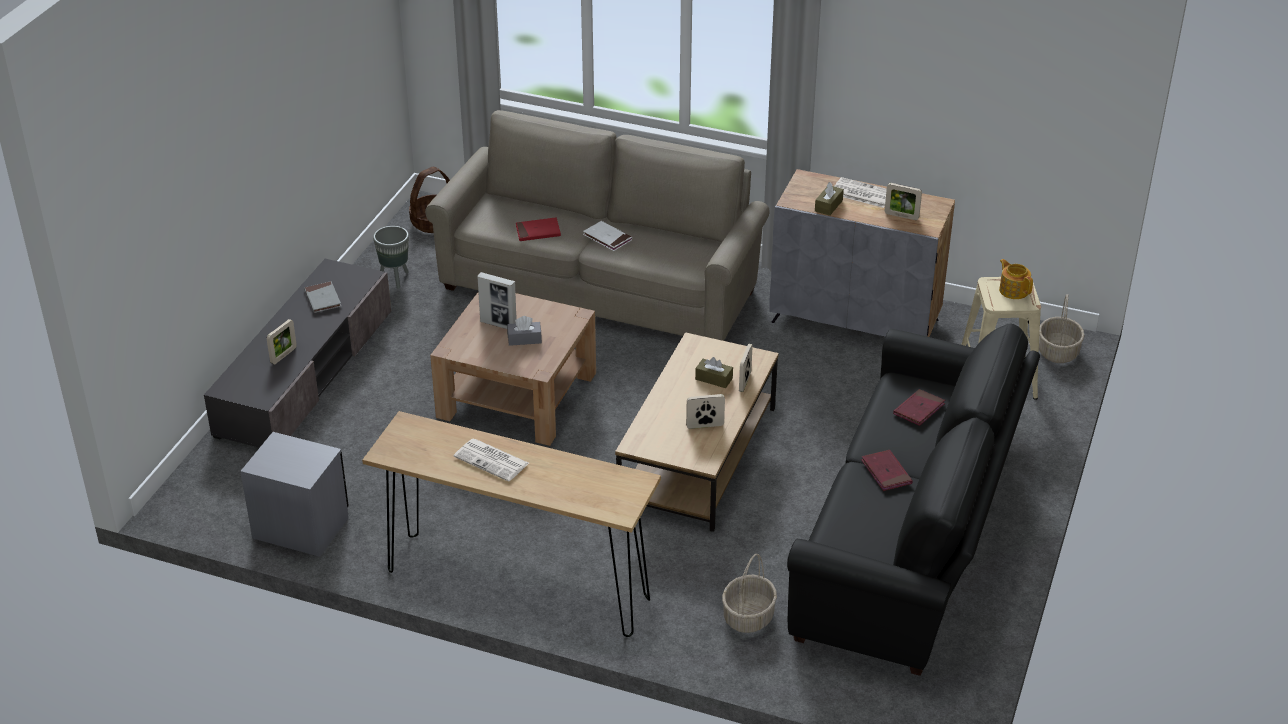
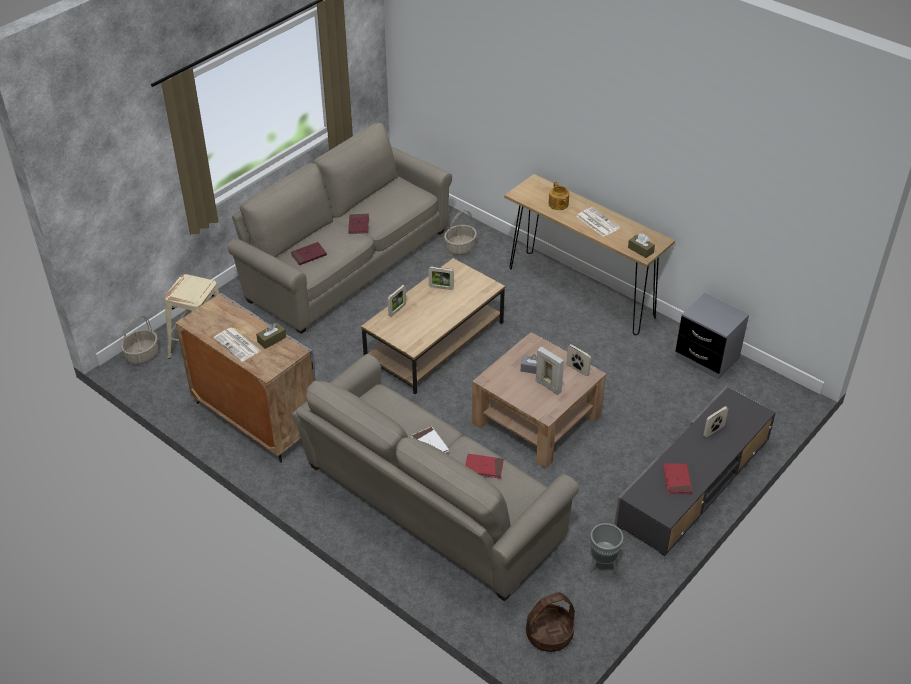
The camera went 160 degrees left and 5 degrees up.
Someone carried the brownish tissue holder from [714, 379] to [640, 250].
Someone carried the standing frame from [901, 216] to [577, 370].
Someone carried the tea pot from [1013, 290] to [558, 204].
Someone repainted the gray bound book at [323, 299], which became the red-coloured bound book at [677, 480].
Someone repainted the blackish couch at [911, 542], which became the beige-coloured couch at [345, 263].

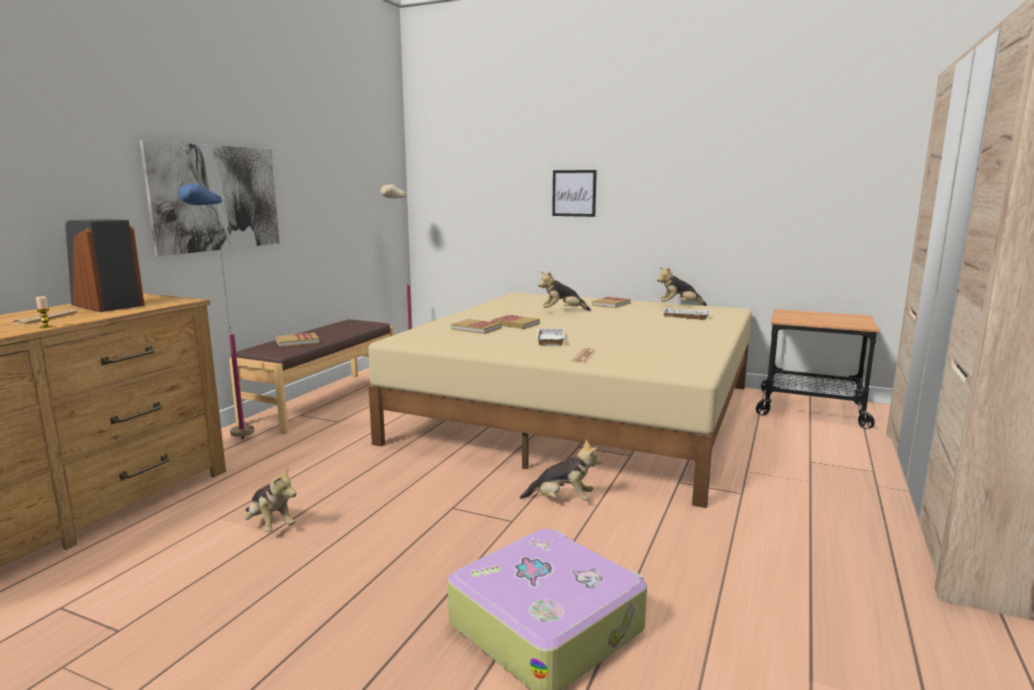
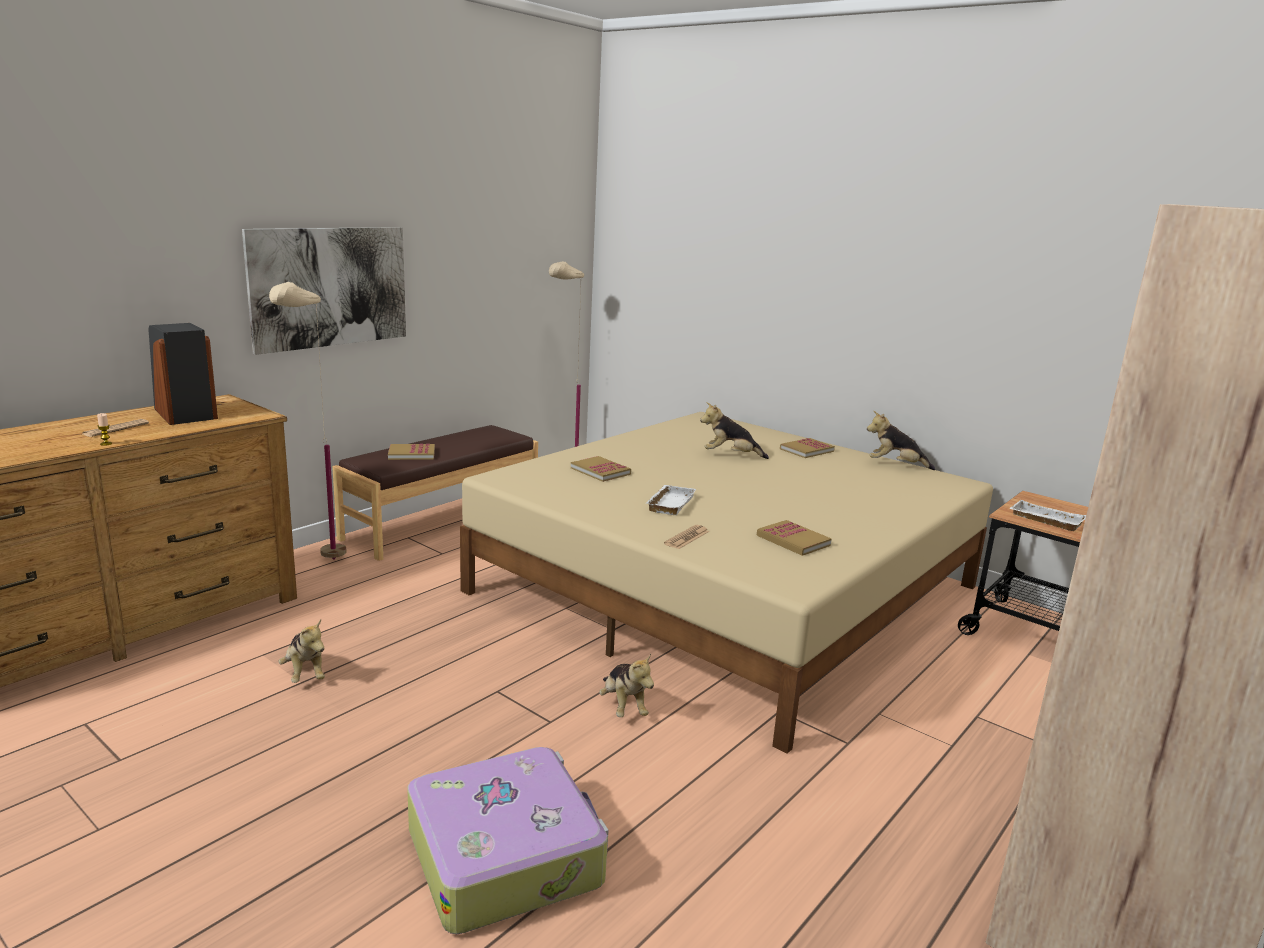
The camera went 15 degrees right and 5 degrees up.
Someone took away the wall picture at [574, 193].
Someone carried the bound book from [515, 324] to [793, 540].
Someone carried the whitish tray from [684, 317] to [1044, 520].
Someone repainted the bluish standing lamp at [233, 446], which became the beige-coloured standing lamp at [320, 567].
Someone rotated the plush toy at [562, 500] by 45 degrees clockwise.

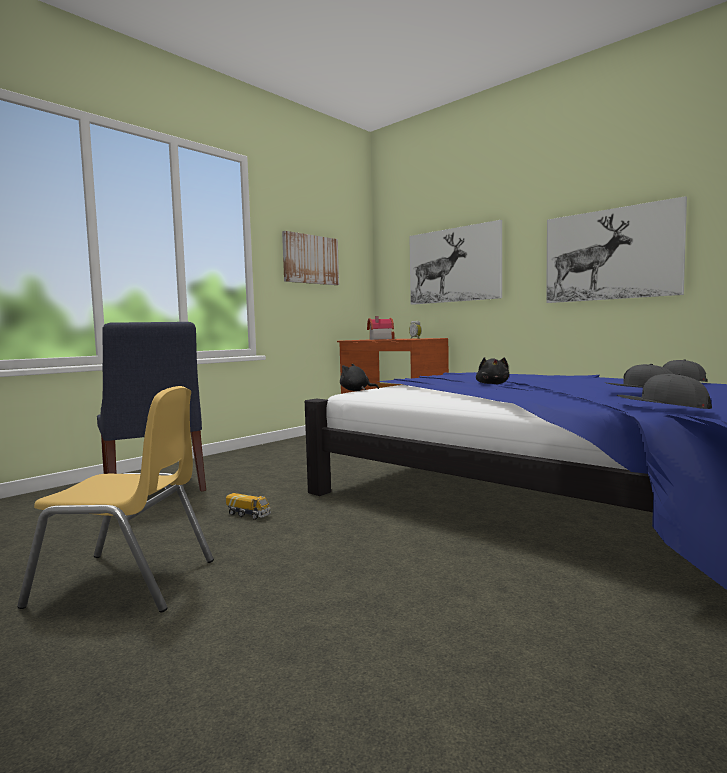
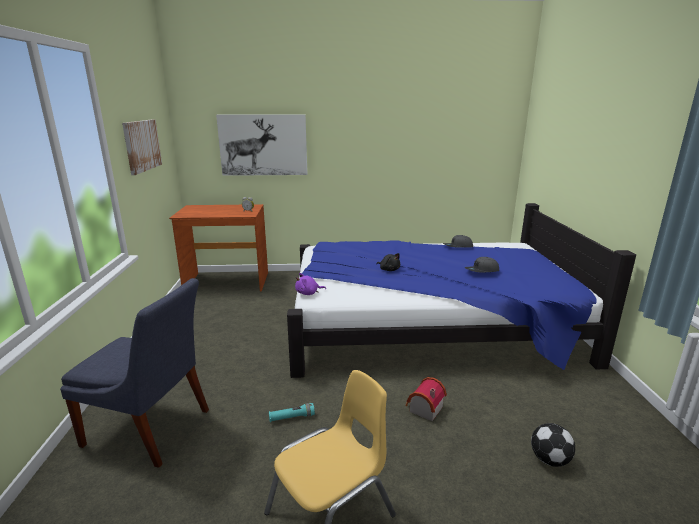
The camera went 45 degrees left and 15 degrees up.
Someone took away the wall picture at [611, 254].
Someone took away the gray cap at [662, 407].
Someone put down the ball for football at [548, 459].
Someone carried the toy house from [379, 339] to [423, 409].
Someone swapped the toy truck at [248, 515] for the turquoise hand torch at [291, 417].
Someone repainted the blackish plush toy at [356, 390], which became the purple-coloured plush toy at [308, 293].

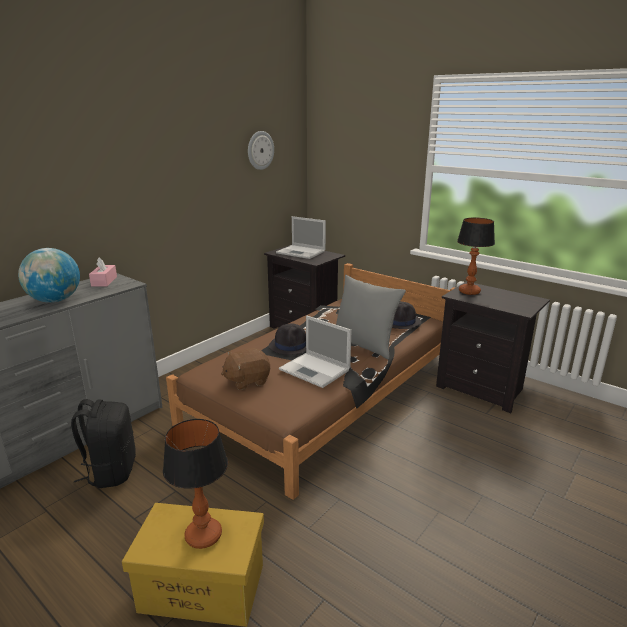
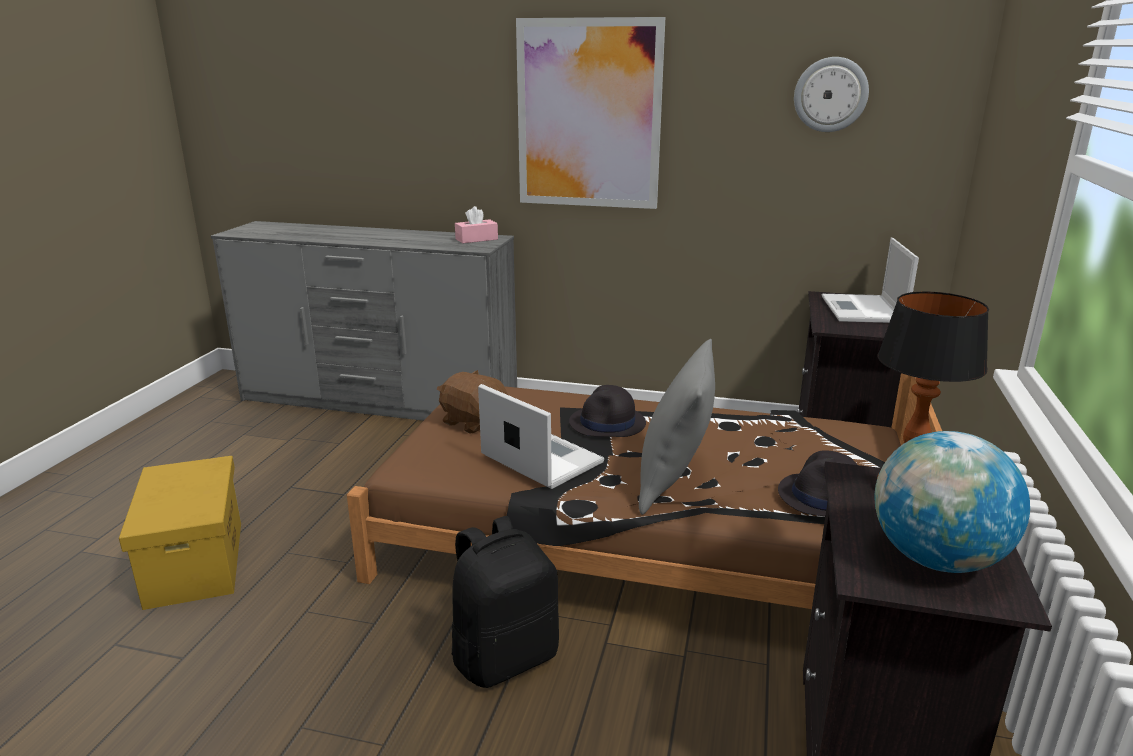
The camera went 65 degrees right and 0 degrees up.
Someone took away the table lamp at [204, 536].
Someone put up the wall picture at [588, 115].
Someone carried the desk globe from [55, 300] to [936, 559].
Someone carried the blackish knapsack from [111, 471] to [505, 657].
Someone rotated the portable computer at [315, 370] by 120 degrees clockwise.

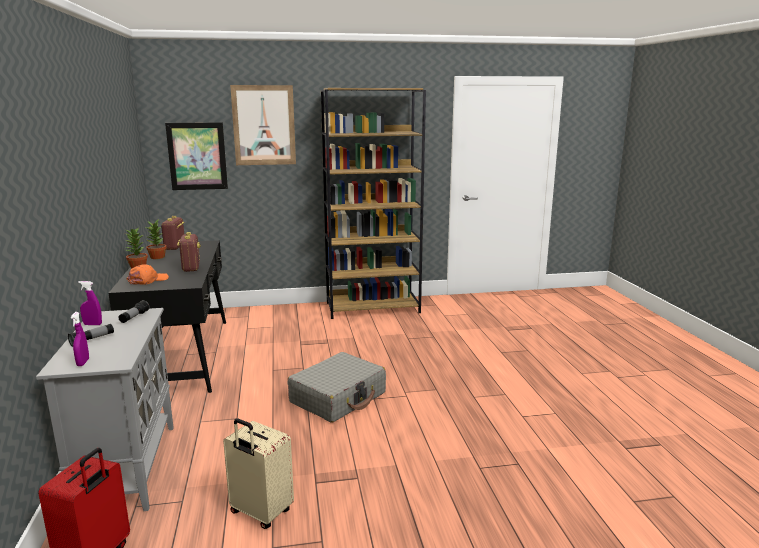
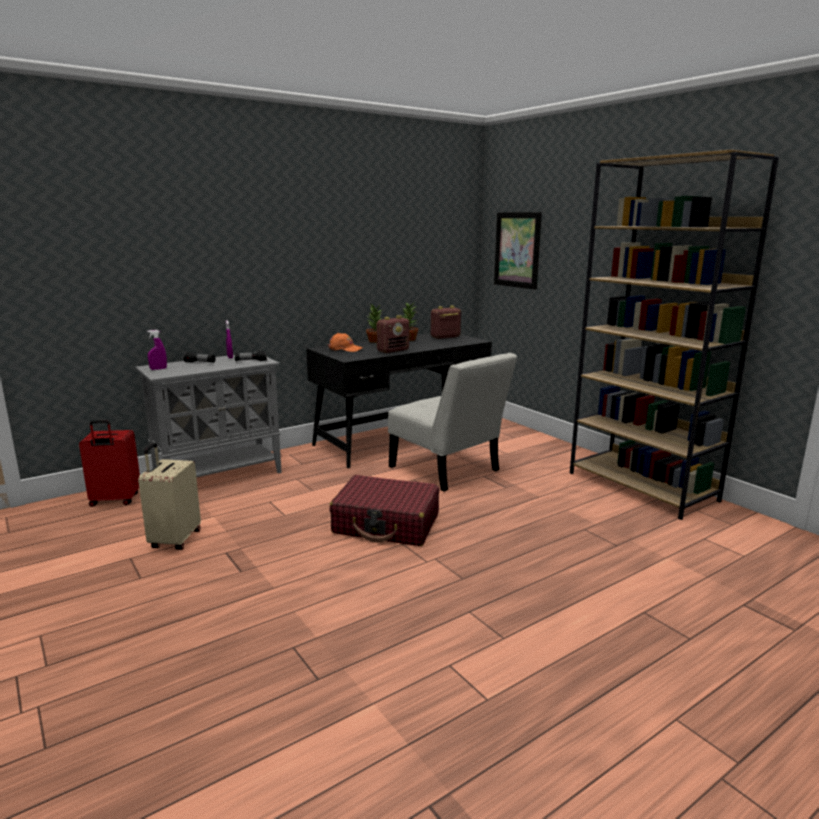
The camera went 65 degrees right and 0 degrees up.
Someone took away the wall picture at [264, 125].
Someone put down the whitish plain chair at [448, 471].
Someone repainted the gray travel case at [338, 398], which became the red-coloured travel case at [386, 524].

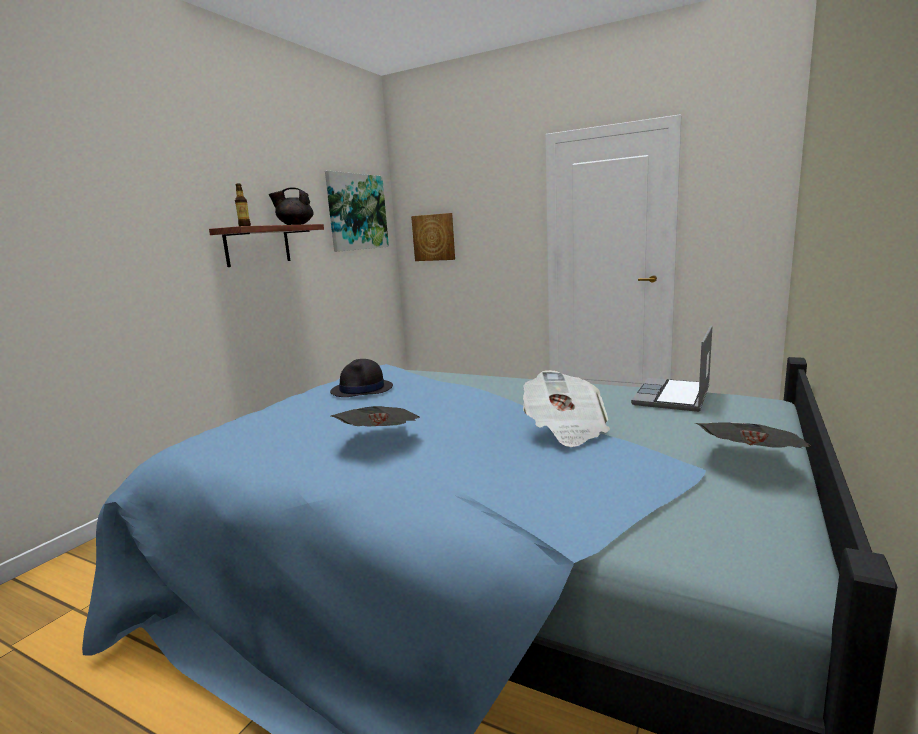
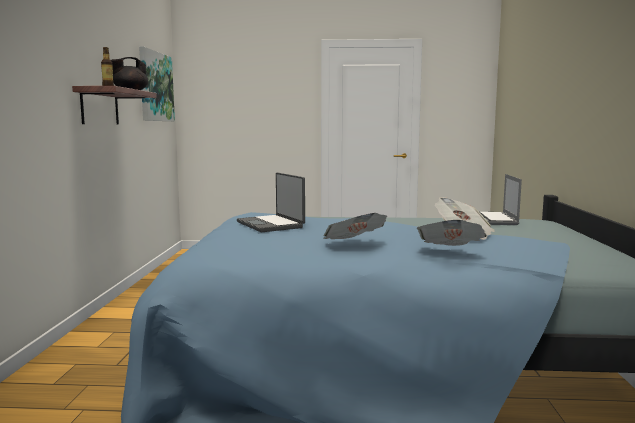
The camera went 25 degrees left and 5 degrees down.
Someone took away the wall picture at [434, 237].
Someone carried the printed paper from [750, 461] to [450, 252].
Someone swapped the blackish clothing hat at [362, 390] for the portable computer at [271, 225].

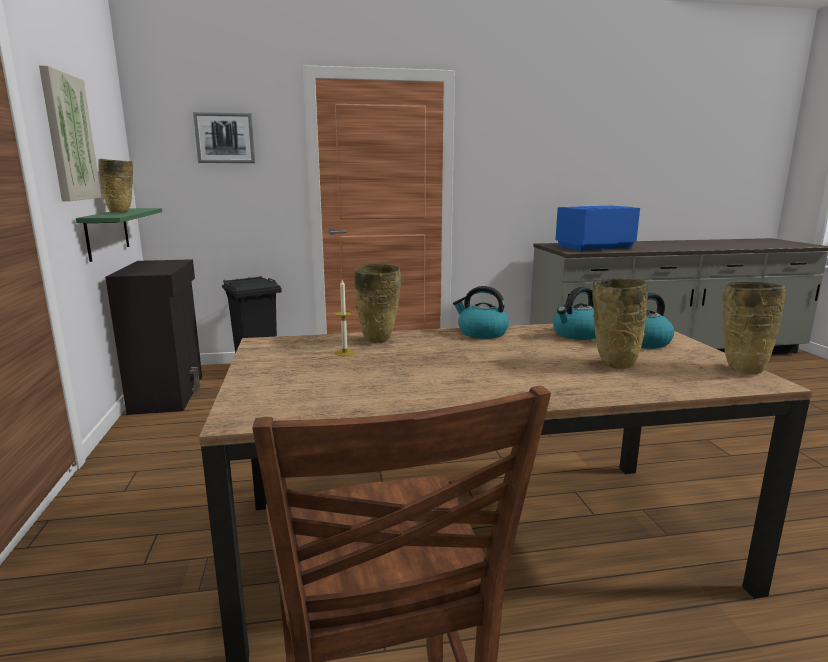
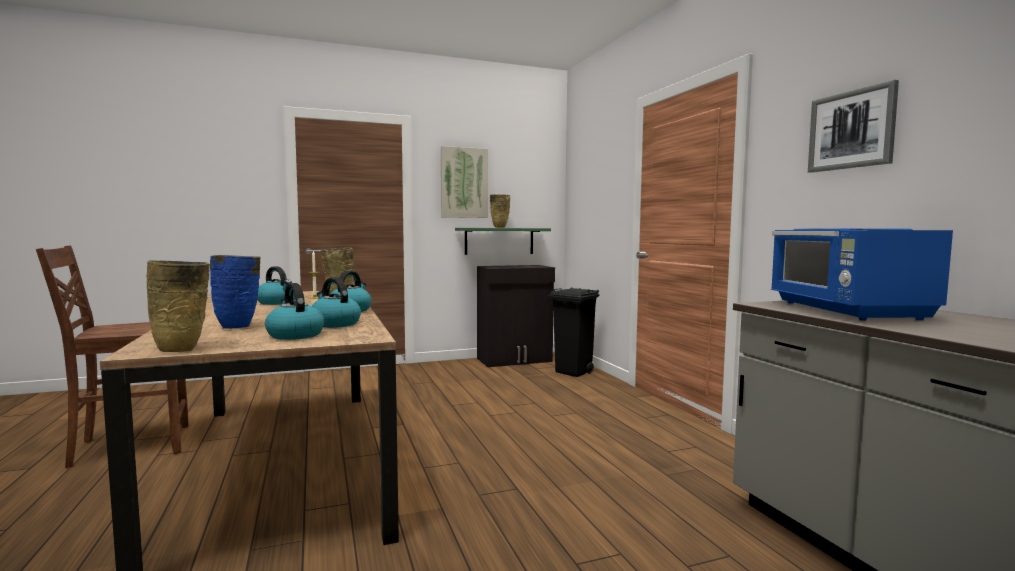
The camera went 80 degrees right and 10 degrees down.
Someone put down the kettle at [277, 302].
Someone carried the wall picture from [225, 138] to [851, 130].
Someone repainted the beige-coloured decorative vase at [612, 364], which became the bluish decorative vase at [239, 327].
Someone rotated the bluish microwave at [593, 248] by 150 degrees counterclockwise.

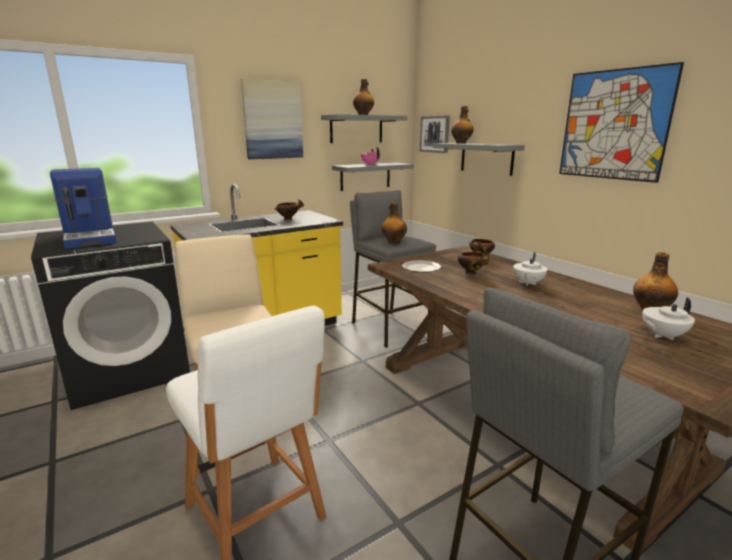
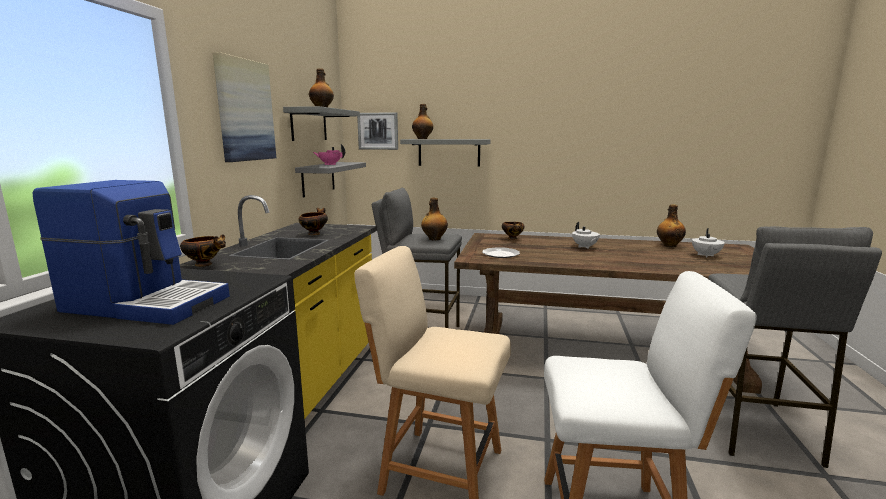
The camera went 45 degrees left and 5 degrees down.
Someone took away the wall picture at [614, 125].
Someone carried the bowl from [471, 273] to [205, 264].

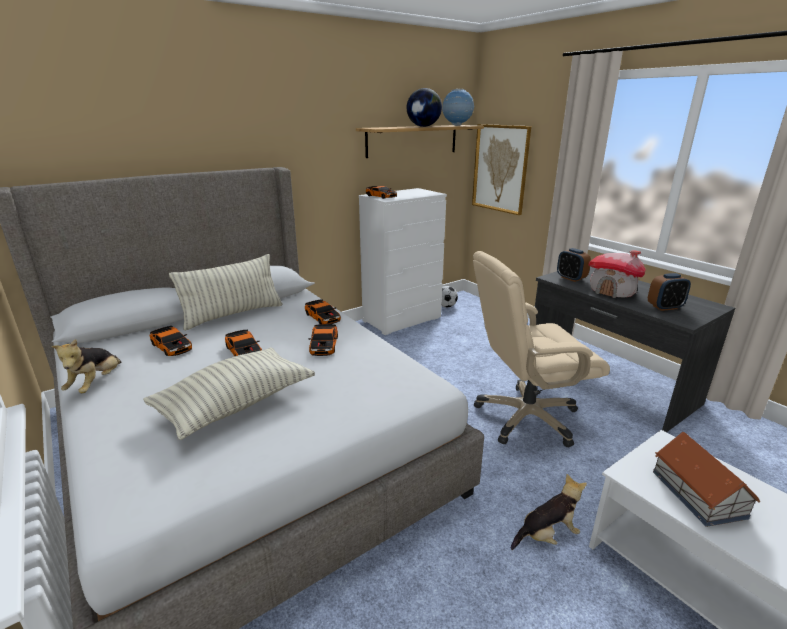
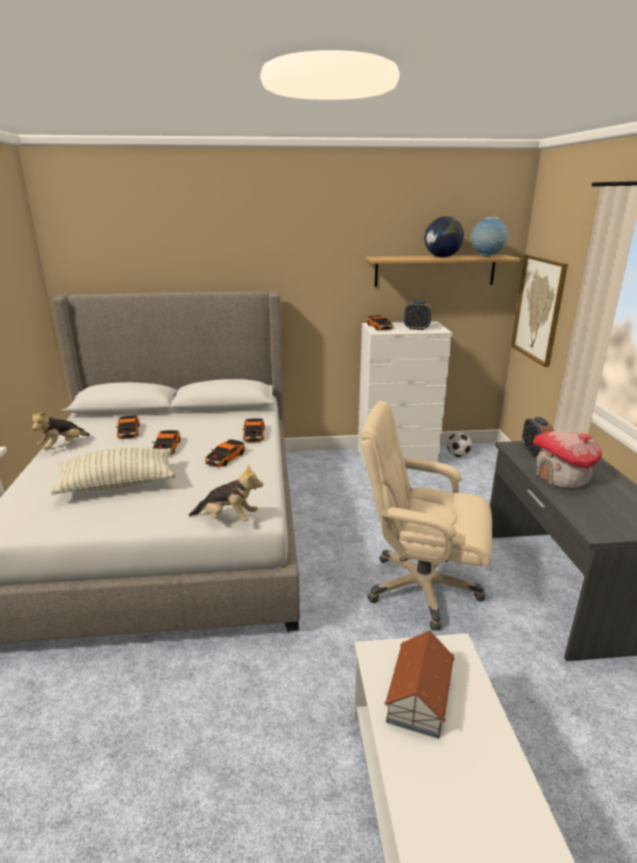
The camera went 30 degrees right and 0 degrees up.
Someone took away the pillow at [233, 315].
Someone carried the plush toy from [547, 535] to [228, 518].
Someone carried the table clock from [664, 307] to [416, 328].

